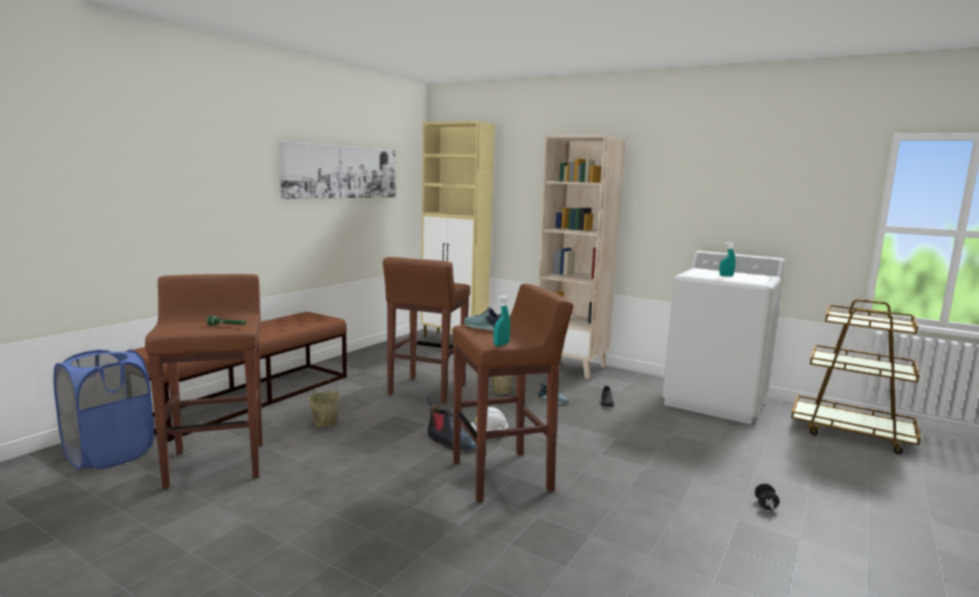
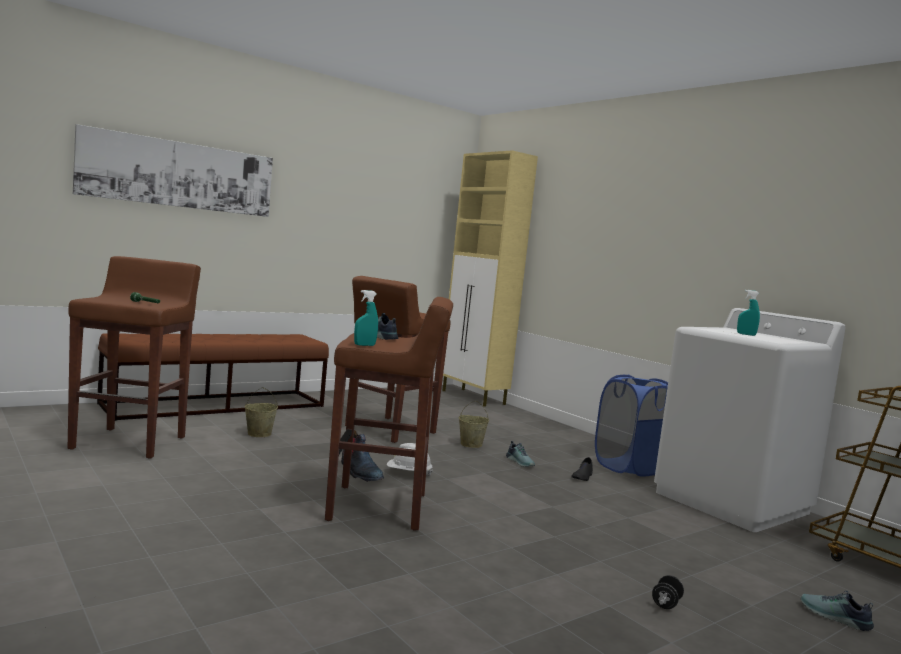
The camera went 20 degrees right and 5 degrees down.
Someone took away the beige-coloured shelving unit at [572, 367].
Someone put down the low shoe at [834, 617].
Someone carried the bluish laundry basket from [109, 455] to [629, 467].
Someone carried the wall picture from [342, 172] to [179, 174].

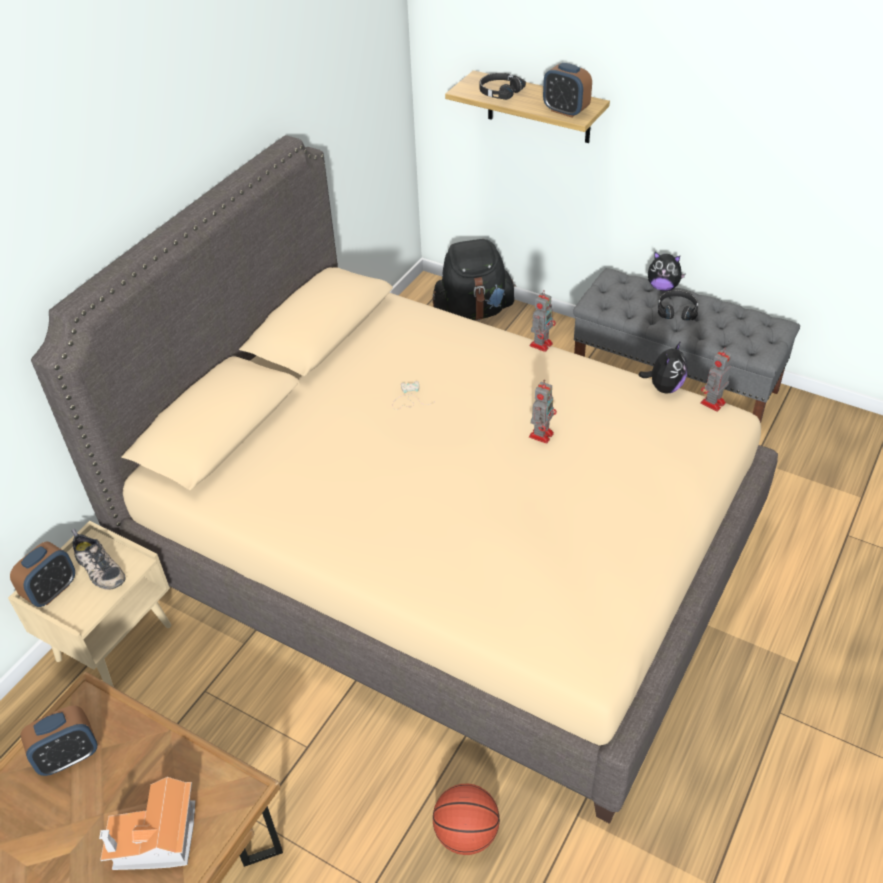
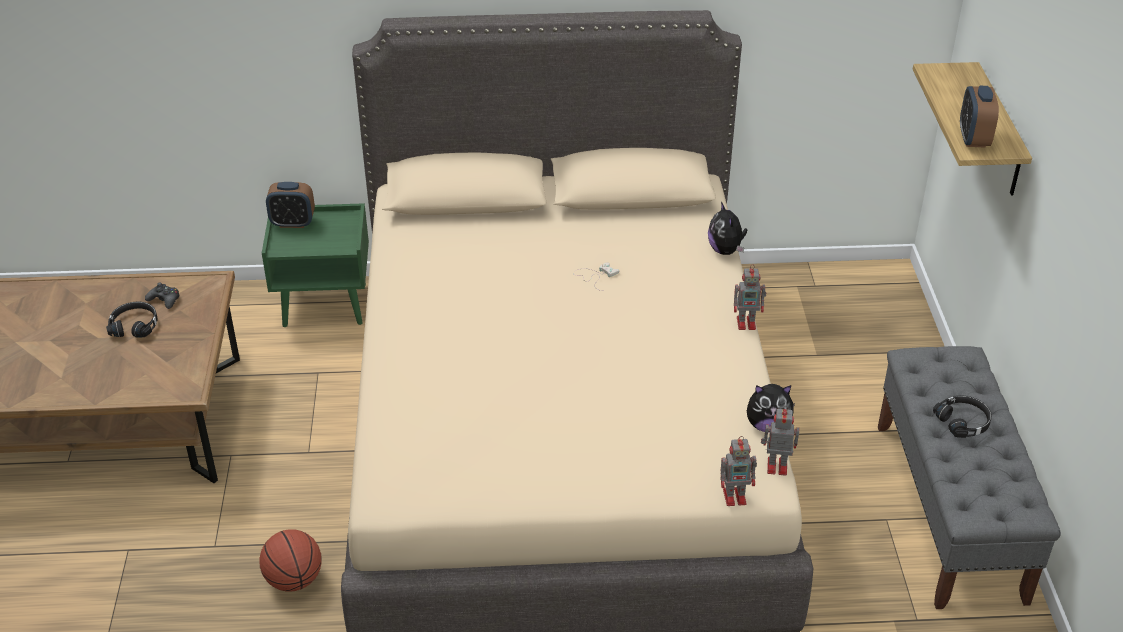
The camera went 55 degrees right and 5 degrees down.
Someone took away the low shoe at [98, 568].
Someone took away the toy house at [156, 841].
Someone took away the blackish knapsack at [473, 312].
Someone carried the blackish pair of headphones from [499, 92] to [134, 325].
Someone carried the toy robot from [541, 434] to [736, 496].
Someone carried the plush toy from [663, 287] to [726, 250].
Someone swapped the table clock at [69, 756] for the blackish joypad at [164, 300].
Someone repainted the beige-coloured night table at [114, 641], which became the green night table at [326, 304].

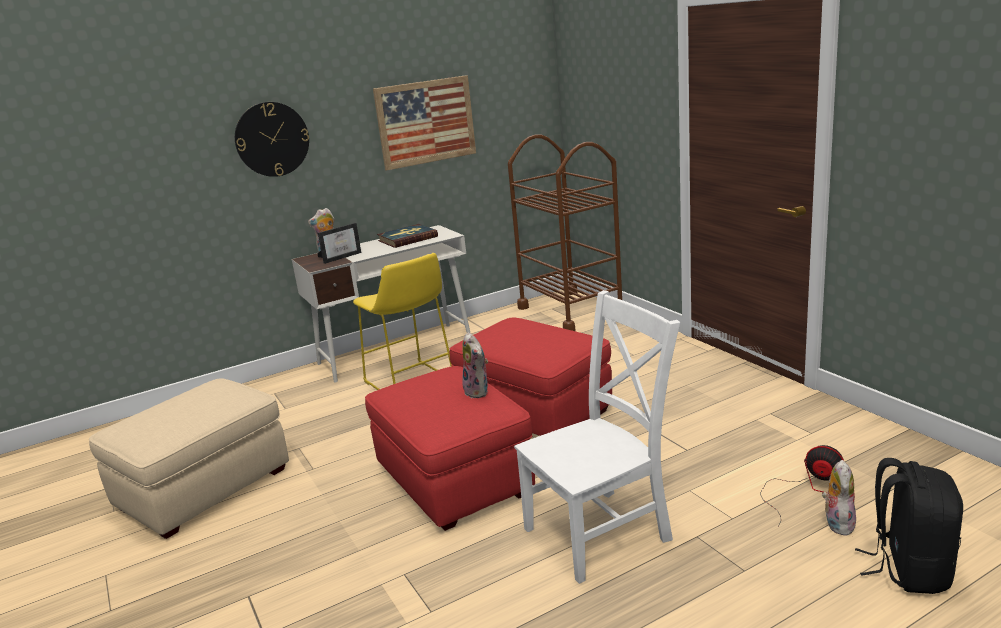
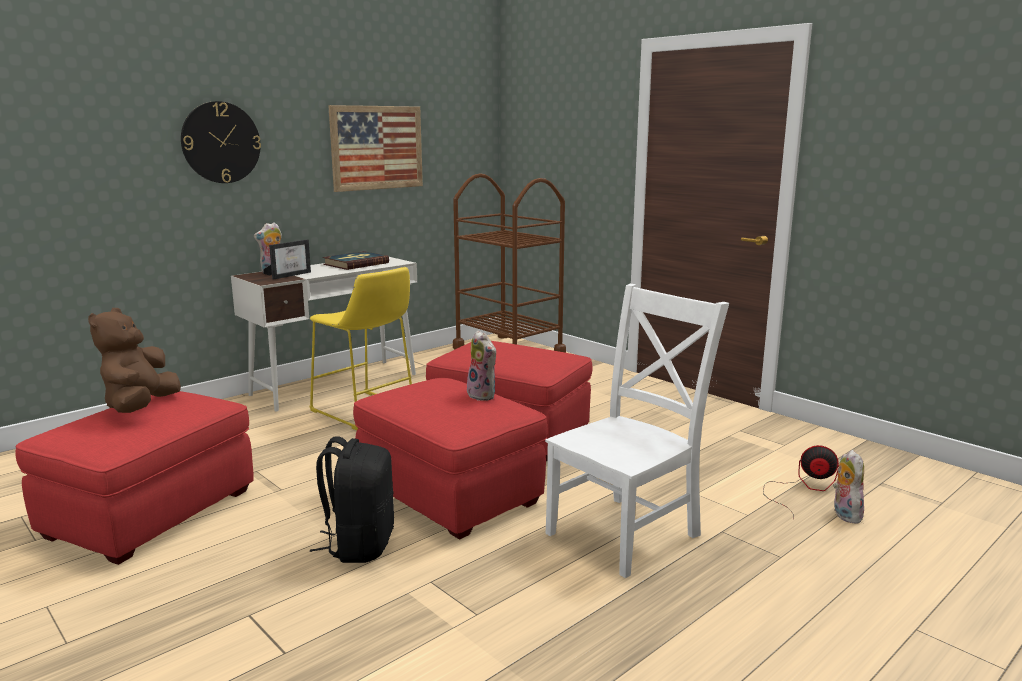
The camera went 15 degrees left and 5 degrees down.
Someone put down the brownish plush toy at [140, 407].
Someone carried the blackish knapsack from [908, 569] to [359, 545].
Someone repainted the beige-coloured ottoman at [205, 488], which became the red-coloured ottoman at [152, 513].

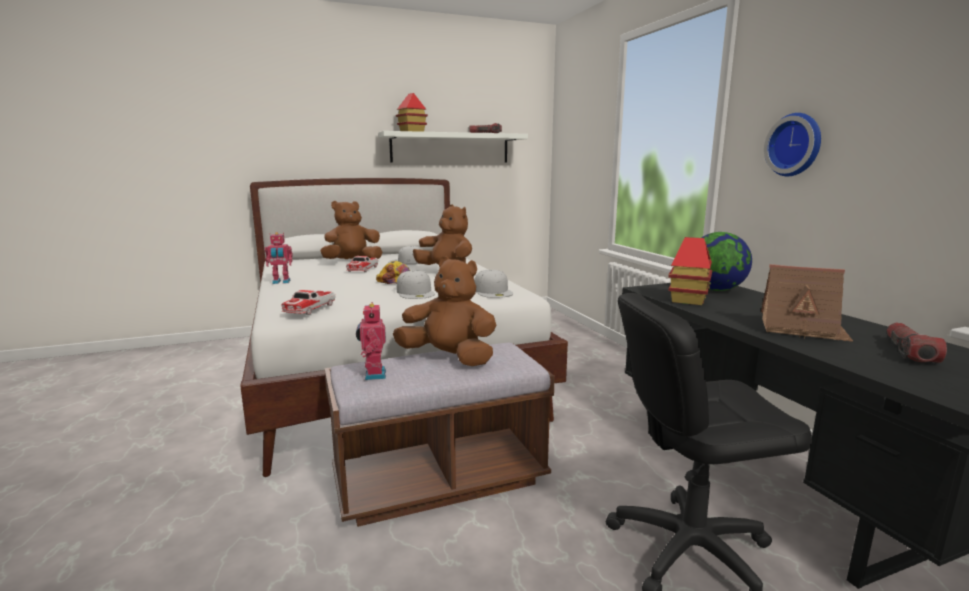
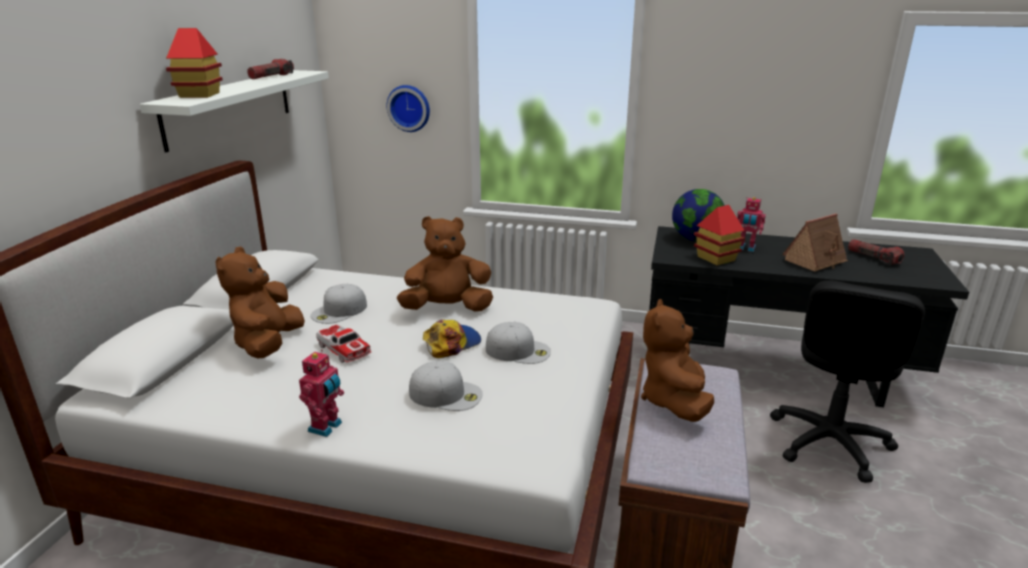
The camera went 55 degrees left and 10 degrees up.
Someone took away the model car at [310, 308].
Someone carried the toy robot from [373, 375] to [746, 248].
Someone carried the whitish cap from [493, 291] to [446, 394].
Someone carried the hanging clock from [795, 145] to [409, 108].
Someone rotated the brownish plush toy at [449, 358] by 45 degrees counterclockwise.

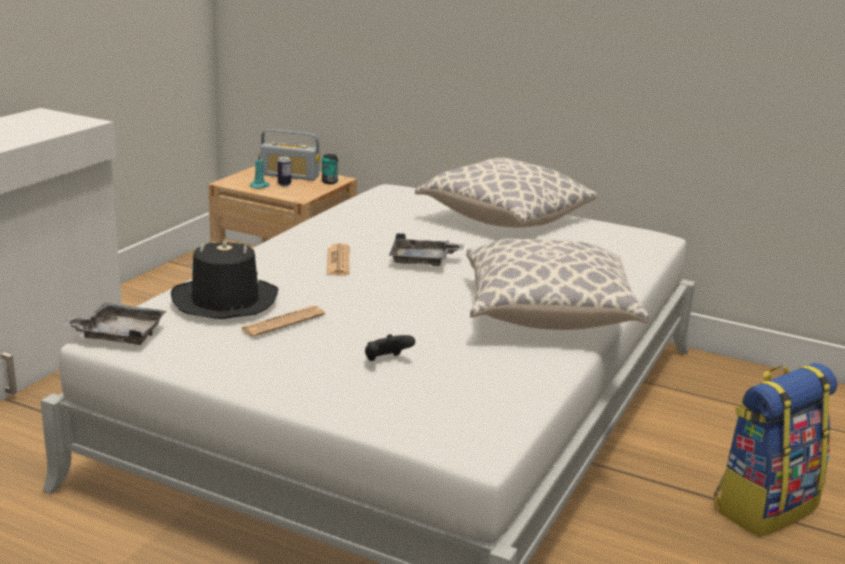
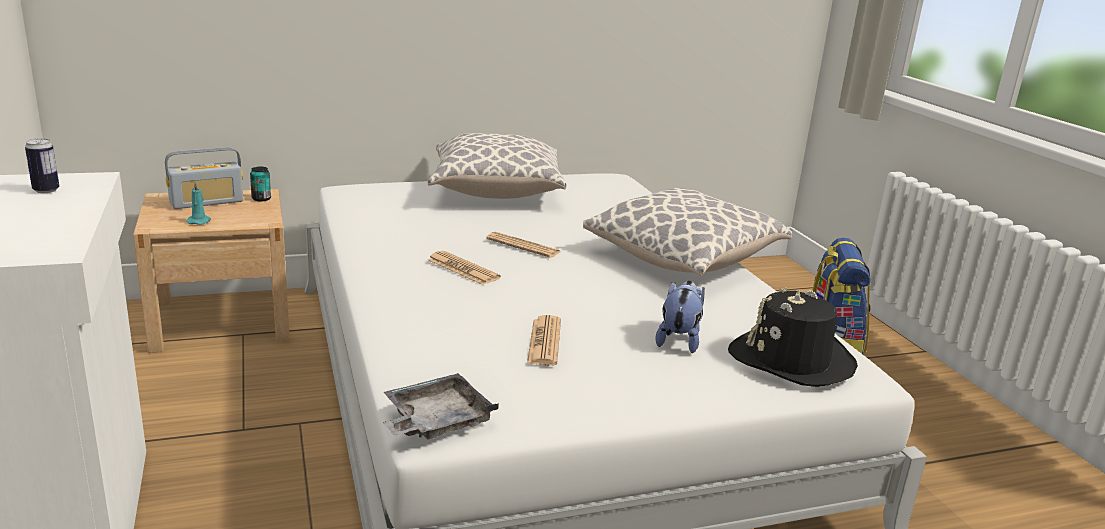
The camera went 45 degrees left and 0 degrees up.
Someone carried the blackish clothing hat from [224, 301] to [791, 360].
Someone carried the can from [284, 184] to [46, 190].
Someone swapped the blackish joypad at [386, 361] for the plush toy at [679, 340].
Someone swapped the gray tray at [422, 261] for the printed paper at [523, 246].

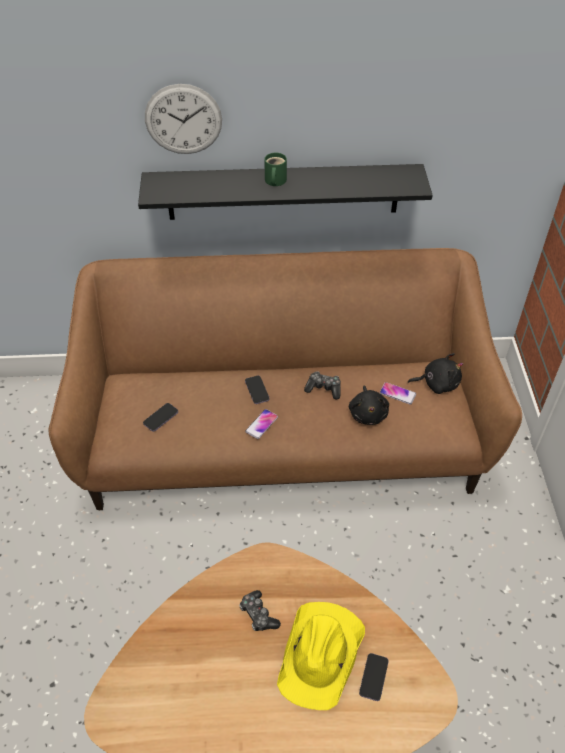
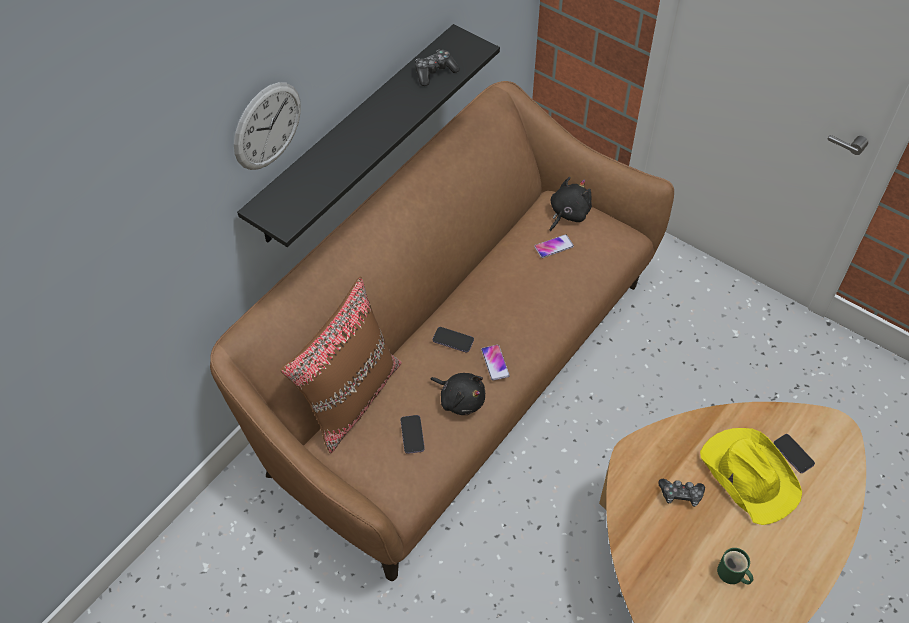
The camera went 50 degrees left and 5 degrees up.
Someone put down the brownish pillow at [350, 397].
Someone carried the green mug from [274, 181] to [732, 574].
Someone carried the joypad from [324, 388] to [435, 72].
Someone carried the blackish plush toy from [368, 413] to [460, 399].

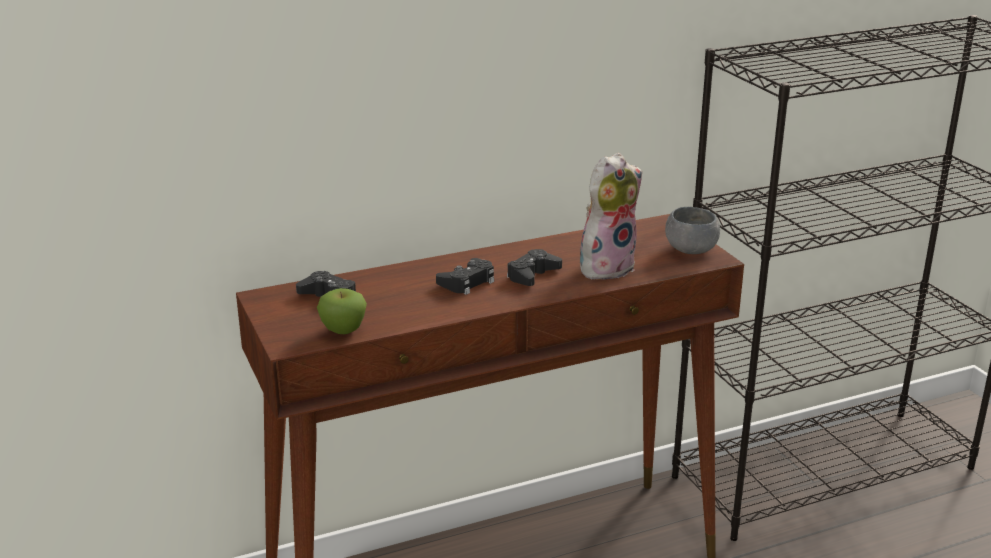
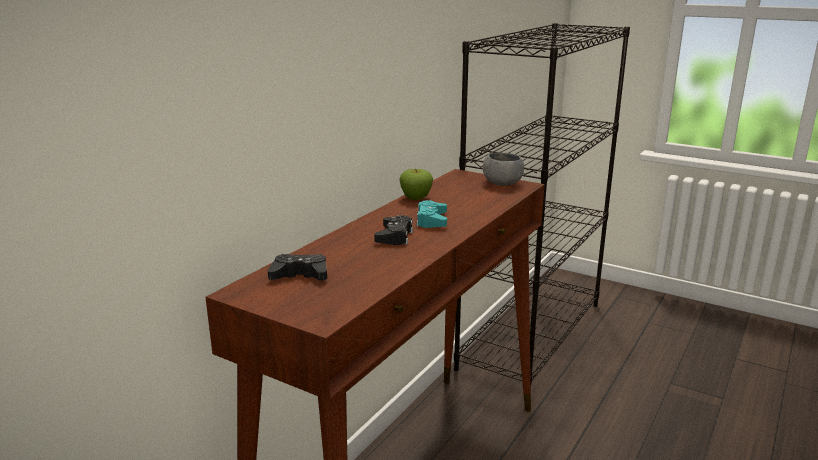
The camera went 35 degrees left and 5 degrees down.
Someone took away the plush toy at [606, 266].
Someone carried the apple fruit from [343, 331] to [416, 198].
Someone repainted the blackish joypad at [532, 275], which became the turquoise joypad at [431, 220].

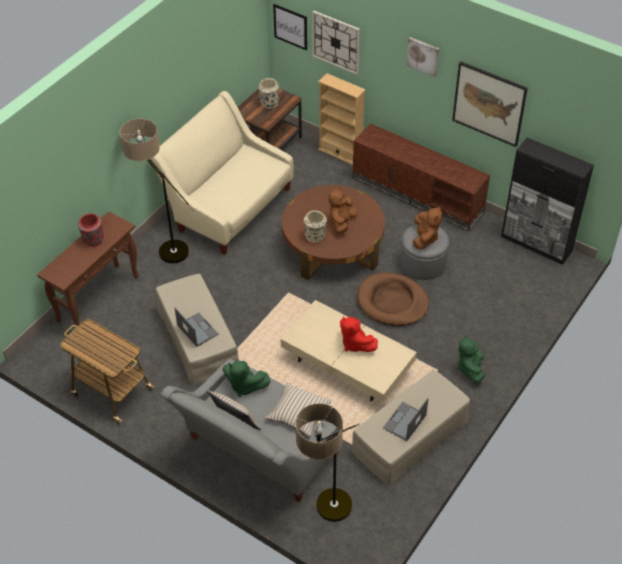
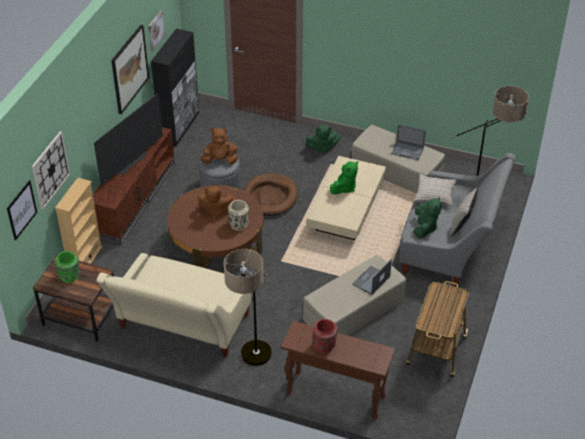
The camera went 105 degrees left and 5 degrees down.
Someone put down the TV set at [132, 163].
Someone carried the wall picture from [423, 56] to [155, 30].
Someone repainted the beige-coloured decorative vase at [269, 103], which became the green decorative vase at [69, 276].
Someone repainted the red-coloured plush toy at [355, 344], which became the green plush toy at [344, 188].

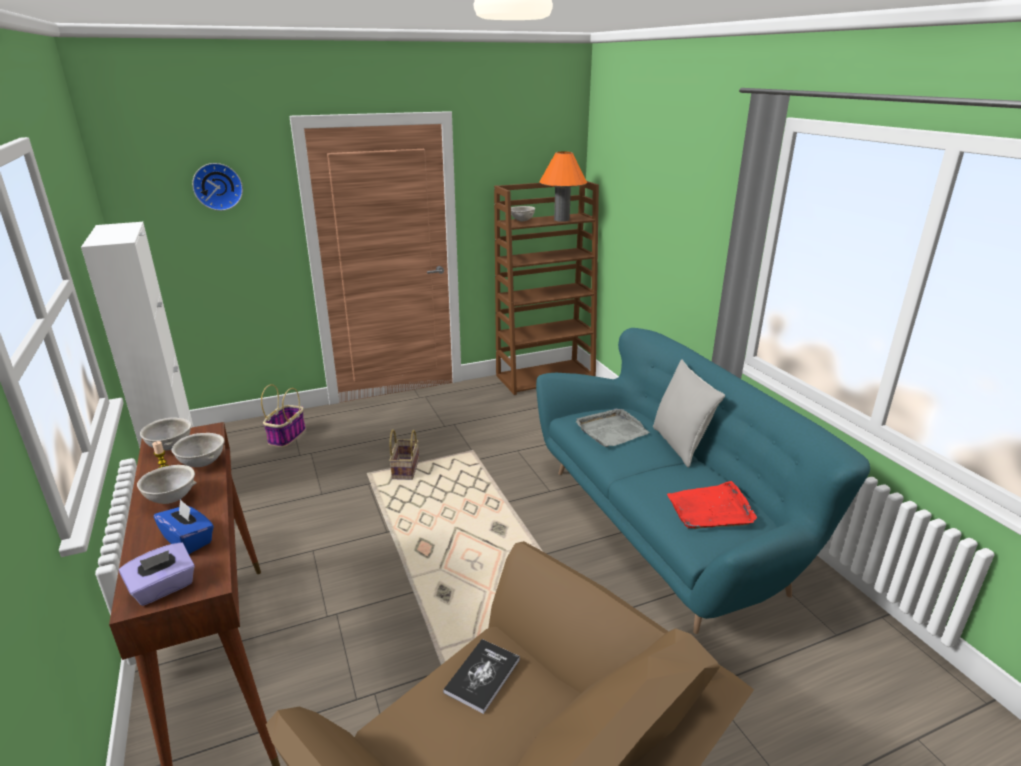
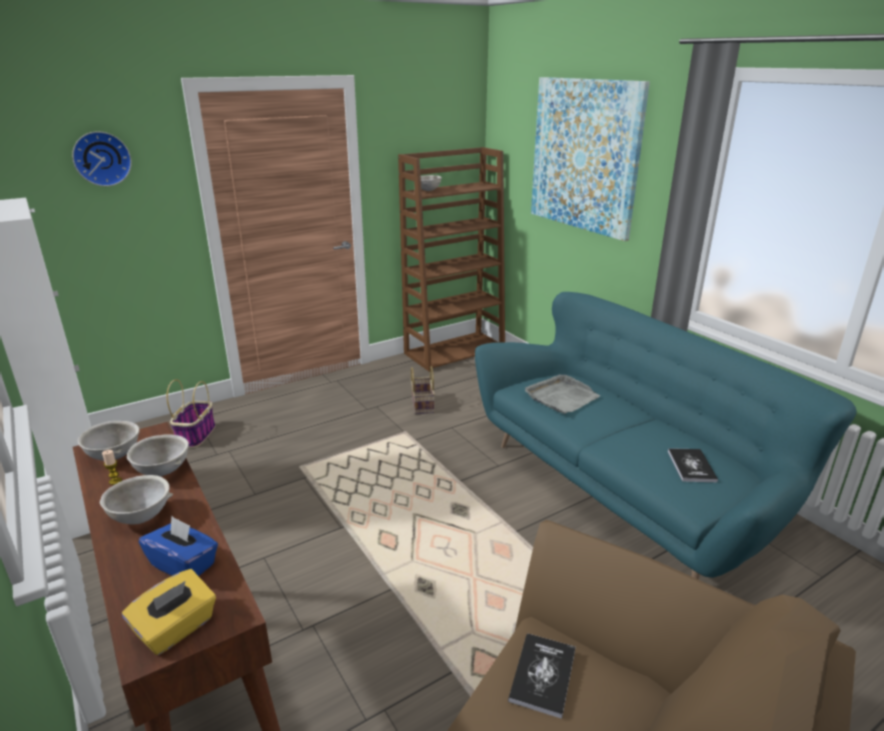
The camera went 10 degrees left and 0 degrees up.
Someone took away the orange table lamp at [561, 219].
Someone took away the gray pillow at [680, 445].
Someone put up the wall picture at [584, 155].
Someone carried the storage basket from [405, 468] to [421, 404].
Someone swapped the red-coloured tray at [710, 509] for the bound book at [691, 466].
Someone repainted the purple-coloured tissue holder at [163, 588], which became the yellowish tissue holder at [176, 629].

